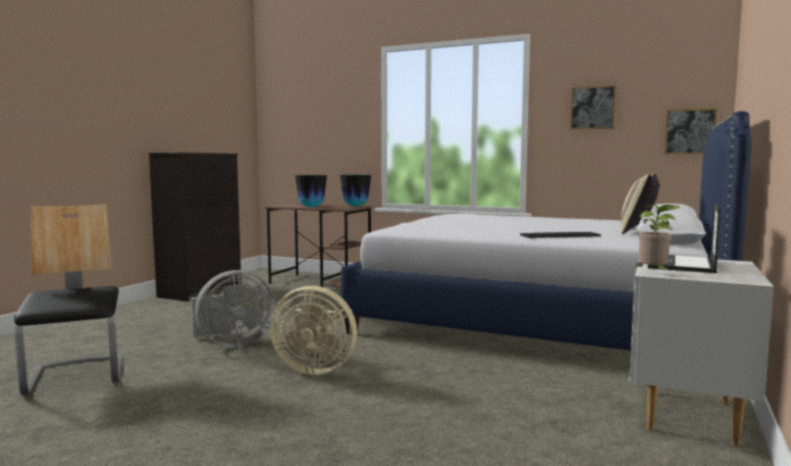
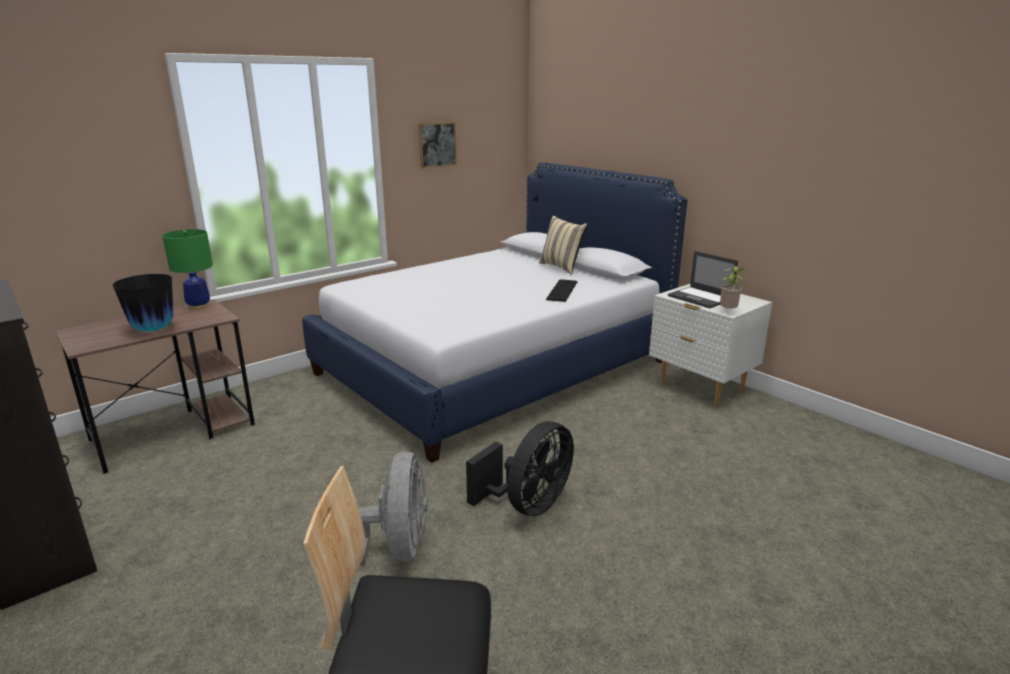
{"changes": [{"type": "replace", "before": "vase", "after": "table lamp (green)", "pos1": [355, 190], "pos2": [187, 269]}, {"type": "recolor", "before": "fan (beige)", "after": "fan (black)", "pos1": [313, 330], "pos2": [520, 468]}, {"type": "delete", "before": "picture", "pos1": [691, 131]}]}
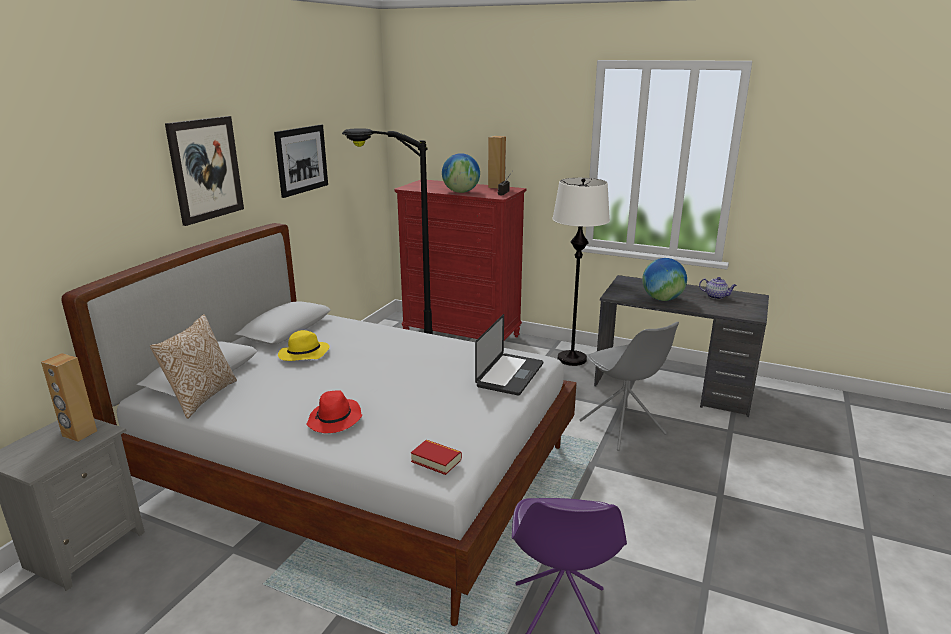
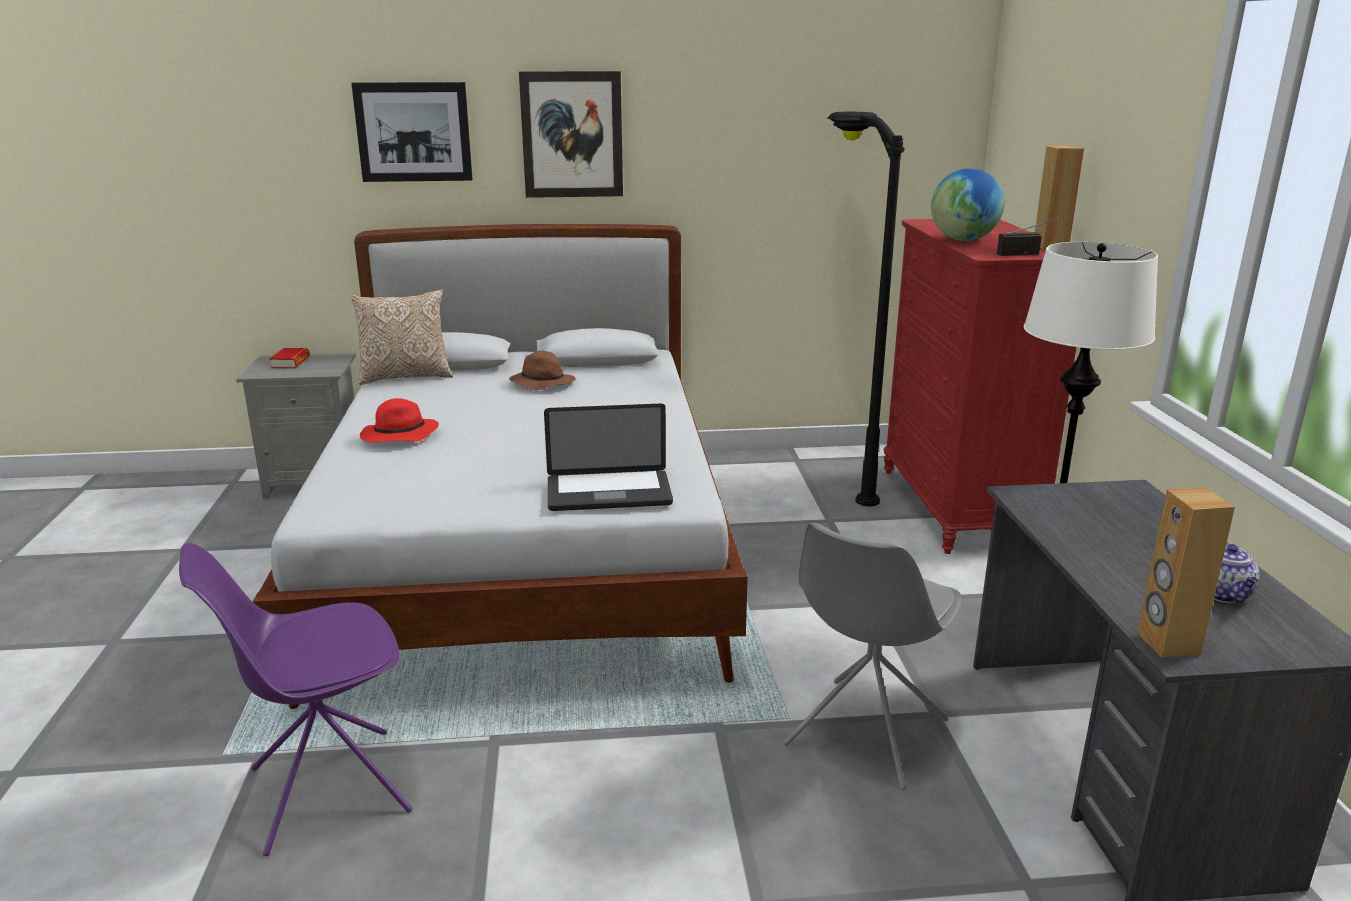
{"changes": [{"type": "move", "before": "book", "pos1": [436, 457], "pos2": [289, 358]}, {"type": "move", "before": "picture", "pos1": [301, 161], "pos2": [412, 132]}, {"type": "recolor", "before": "hat (yellow)", "after": "hat (brown)", "pos1": [304, 345], "pos2": [542, 370]}, {"type": "move", "before": "speaker (brown)", "pos1": [69, 397], "pos2": [1186, 573]}, {"type": "delete", "before": "globe", "pos1": [664, 279]}]}
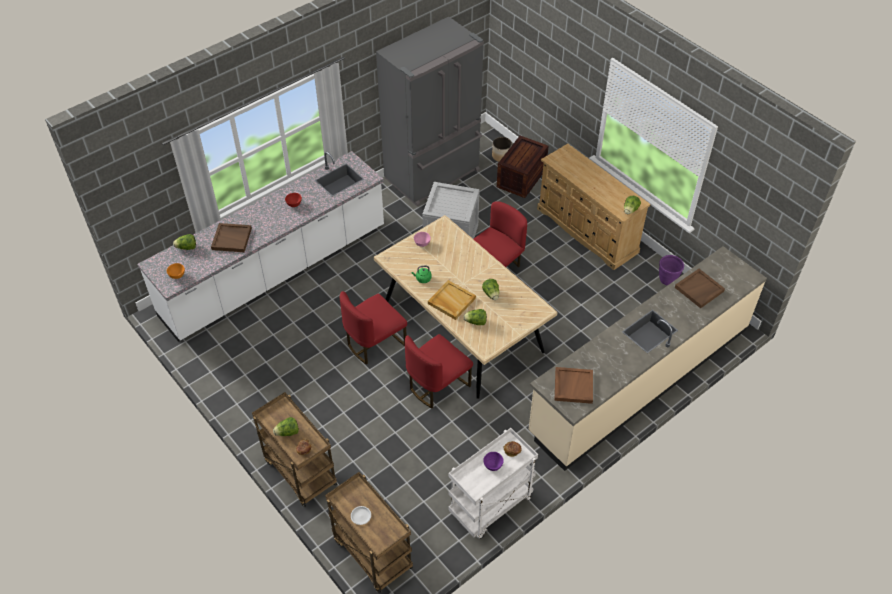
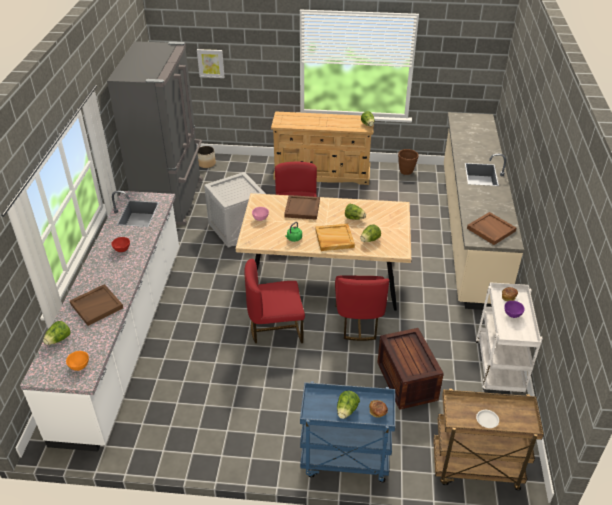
{"changes": [{"type": "insert", "after": "picture", "pos2": [210, 63]}, {"type": "rotate", "before": "chair (red)", "pos1": [373, 328], "pos2": [274, 301], "turn": 75}, {"type": "move", "before": "tray (brown)", "pos1": [700, 288], "pos2": [302, 207]}, {"type": "recolor", "before": "cart (brown)", "after": "cart (blue)", "pos1": [294, 449], "pos2": [347, 432]}, {"type": "move", "before": "crate", "pos1": [522, 167], "pos2": [410, 369]}, {"type": "recolor", "before": "planter (purple)", "after": "planter (brown)", "pos1": [671, 270], "pos2": [408, 162]}]}
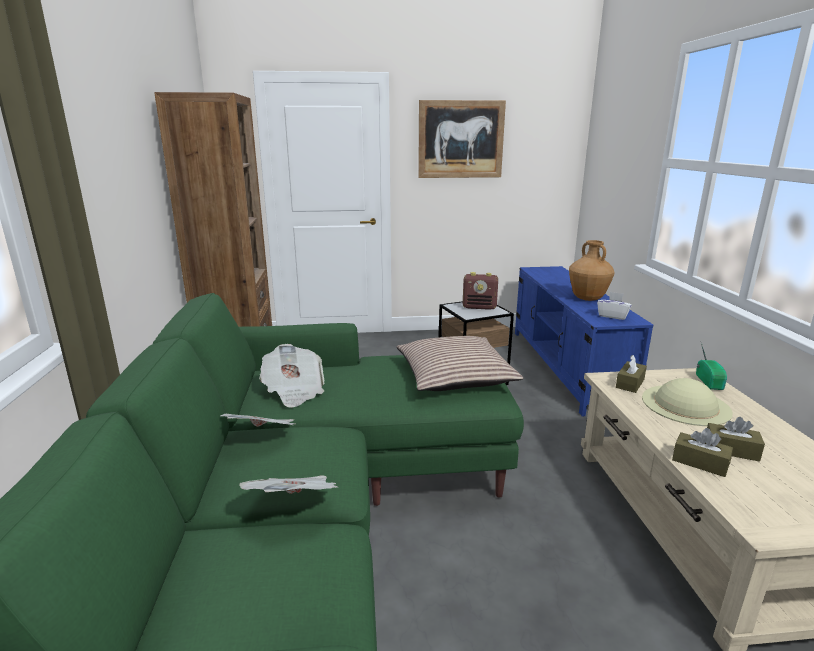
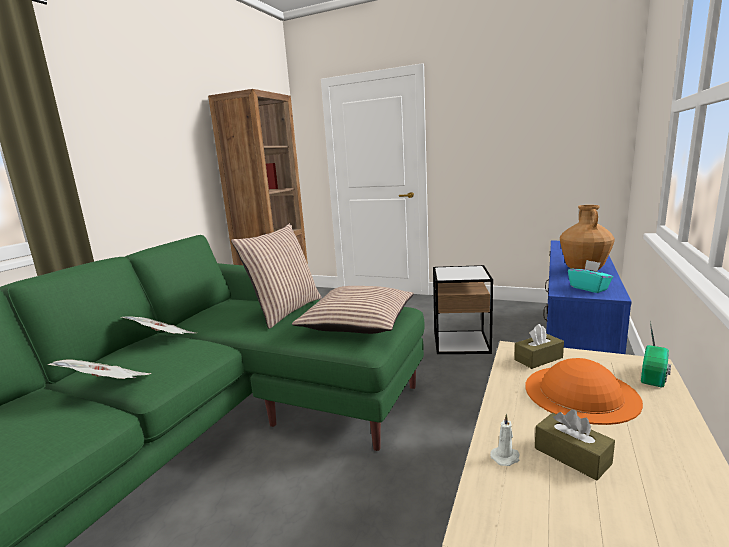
{"changes": [{"type": "insert", "after": "pillow", "pos2": [276, 276]}, {"type": "replace", "before": "tissue box (brown)", "after": "candle (white)", "pos1": [702, 452], "pos2": [505, 440]}, {"type": "recolor", "before": "hat (beige)", "after": "hat (orange)", "pos1": [687, 402], "pos2": [584, 391]}, {"type": "recolor", "before": "tissue box (white)", "after": "tissue box (turquoise)", "pos1": [614, 306], "pos2": [590, 276]}, {"type": "delete", "before": "newspaper", "pos1": [292, 376]}, {"type": "delete", "before": "picture", "pos1": [462, 139]}, {"type": "delete", "before": "radio", "pos1": [480, 291]}]}
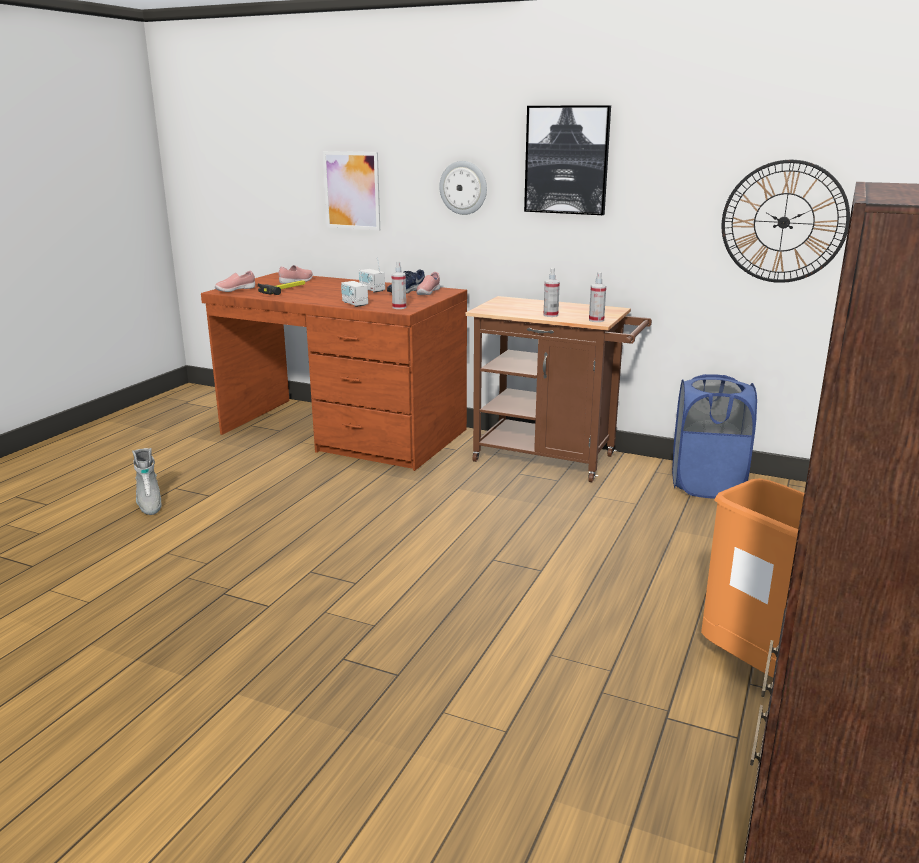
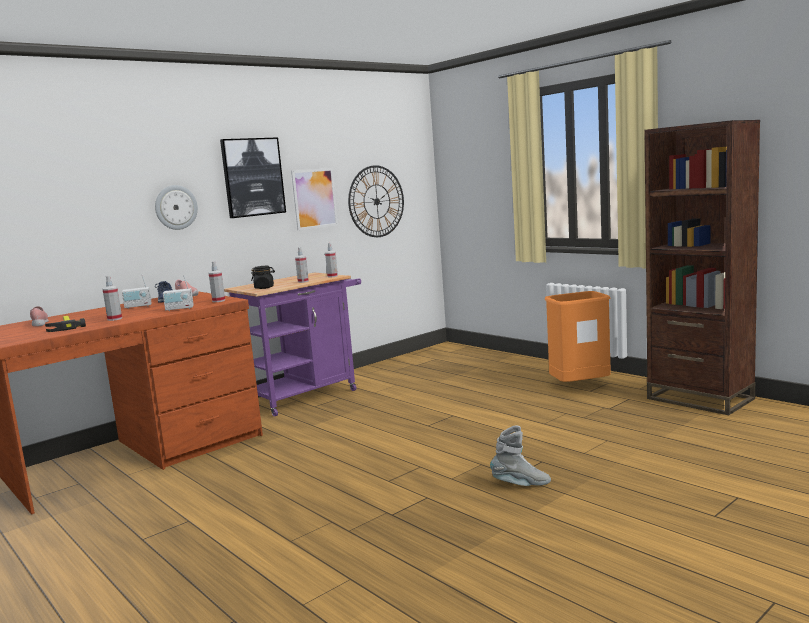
{"changes": [{"type": "insert", "after": "spray bottle", "pos2": [112, 298]}, {"type": "recolor", "before": "cart (brown)", "after": "cart (purple)", "pos1": [559, 389], "pos2": [292, 345]}, {"type": "insert", "after": "jar (black)", "pos2": [263, 277]}, {"type": "move", "before": "picture", "pos1": [351, 190], "pos2": [314, 199]}, {"type": "move", "before": "boot (grey)", "pos1": [146, 481], "pos2": [520, 456]}, {"type": "delete", "before": "shoe (pink)", "pos1": [235, 281]}, {"type": "delete", "before": "laundry basket (blue)", "pos1": [714, 436]}]}
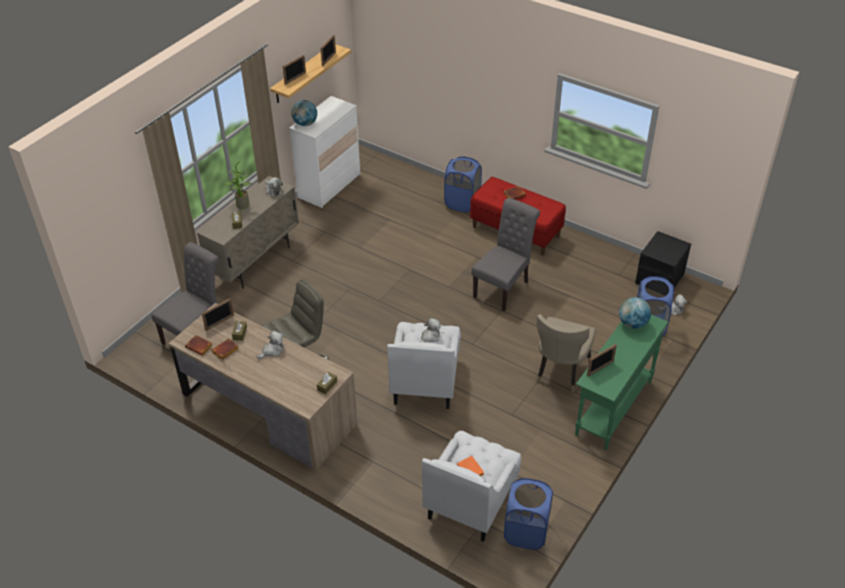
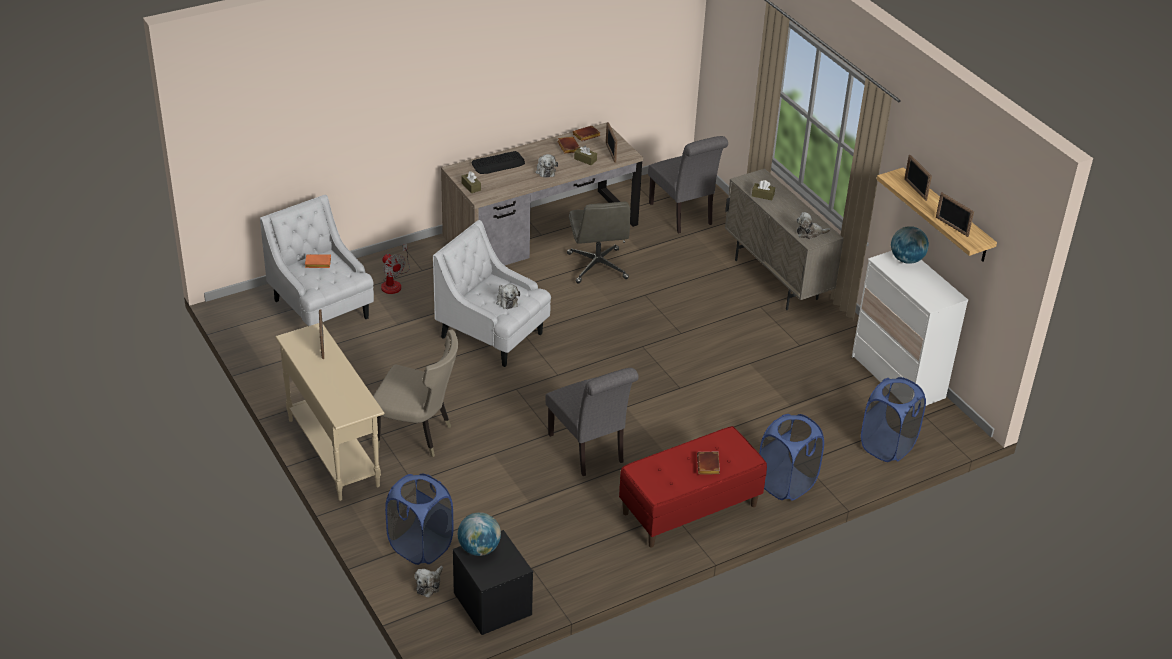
{"changes": [{"type": "recolor", "before": "console table (green)", "after": "console table (beige)", "pos1": [621, 382], "pos2": [330, 412]}, {"type": "rotate", "before": "chair (beige)", "pos1": [566, 353], "pos2": [415, 393], "turn": 150}, {"type": "insert", "after": "fan", "pos2": [395, 269]}, {"type": "move", "before": "globe", "pos1": [635, 313], "pos2": [479, 534]}, {"type": "insert", "after": "keyboard", "pos2": [498, 162]}, {"type": "move", "before": "laundry basket (blue)", "pos1": [528, 514], "pos2": [893, 419]}, {"type": "delete", "before": "potted plant", "pos1": [238, 185]}]}
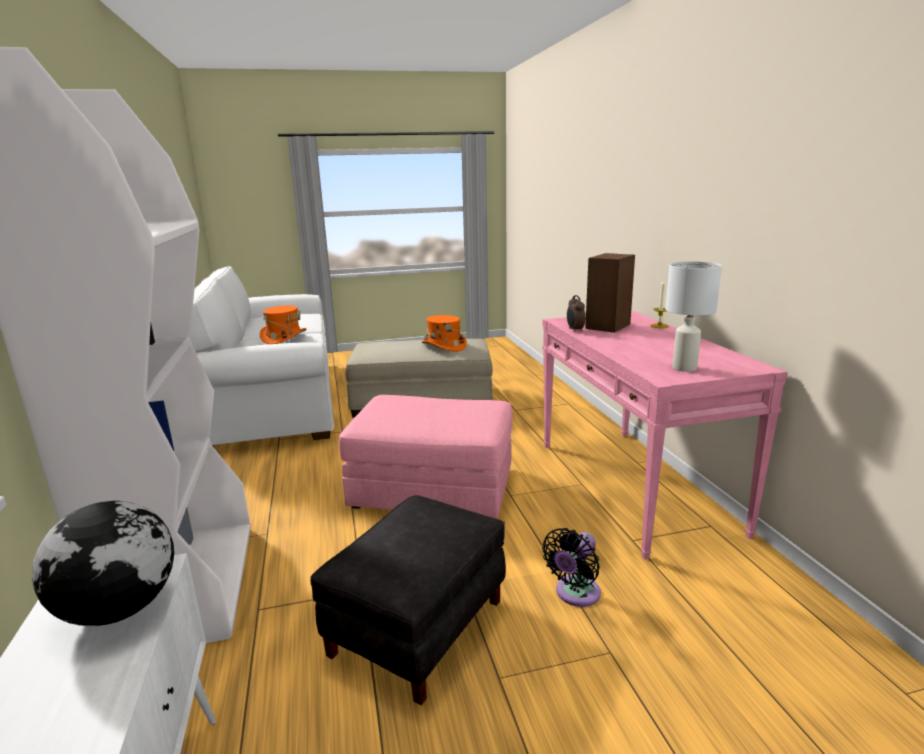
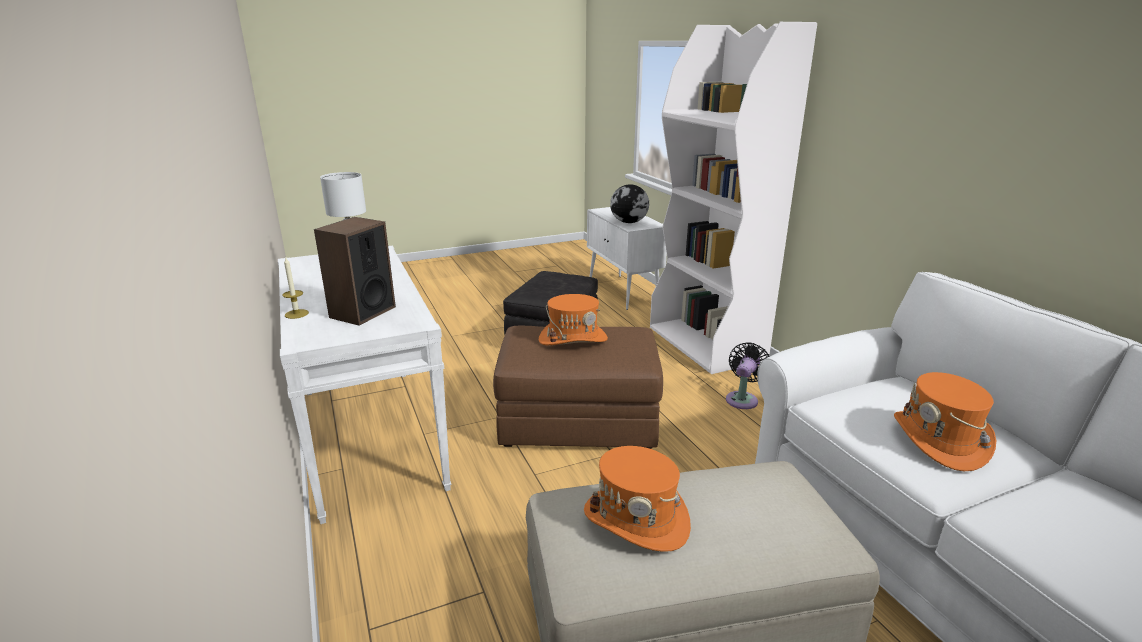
{"changes": [{"type": "recolor", "before": "console table (pink)", "after": "console table (white)", "pos1": [665, 435], "pos2": [364, 385]}, {"type": "recolor", "before": "ottoman (pink)", "after": "ottoman (brown)", "pos1": [426, 456], "pos2": [578, 387]}, {"type": "insert", "after": "hat (orange)", "pos2": [573, 319]}, {"type": "move", "before": "fan (black)", "pos1": [571, 567], "pos2": [748, 375]}, {"type": "delete", "before": "alarm clock", "pos1": [576, 313]}]}
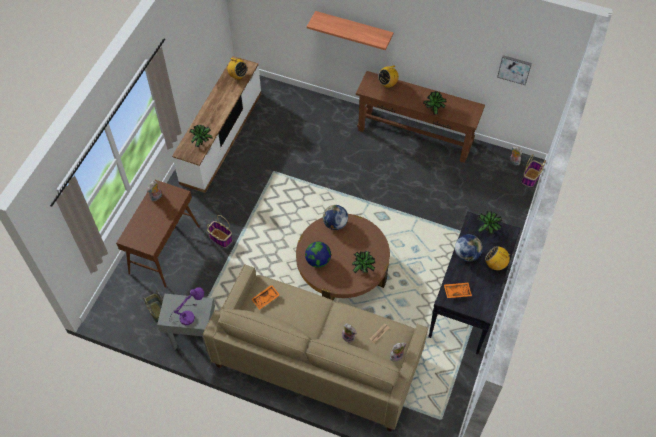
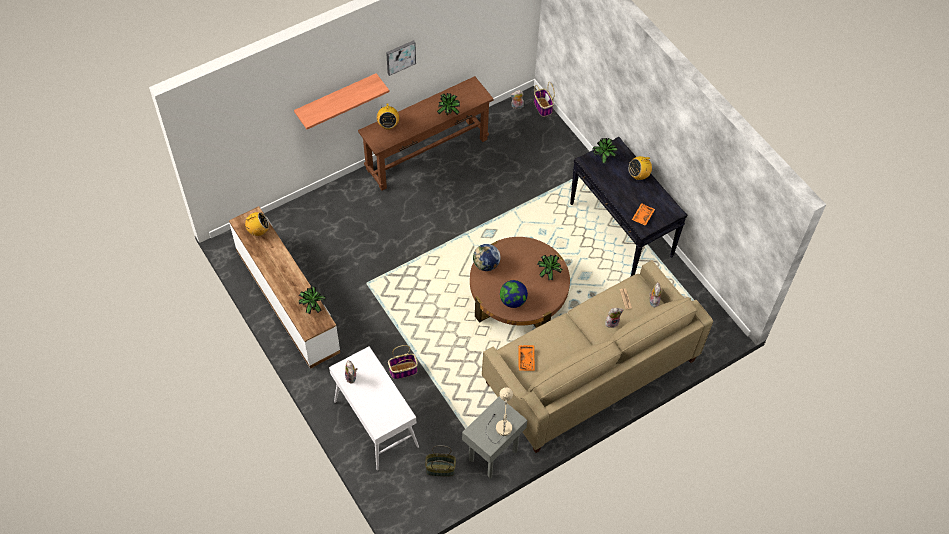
{"changes": [{"type": "recolor", "before": "console table (brown)", "after": "console table (white)", "pos1": [158, 234], "pos2": [374, 408]}, {"type": "move", "before": "picture", "pos1": [514, 70], "pos2": [401, 58]}, {"type": "recolor", "before": "table lamp (purple)", "after": "table lamp (beige)", "pos1": [186, 306], "pos2": [499, 415]}, {"type": "delete", "before": "globe", "pos1": [469, 248]}]}
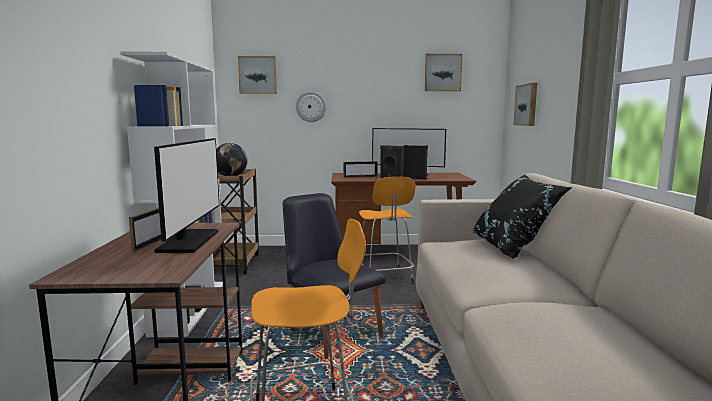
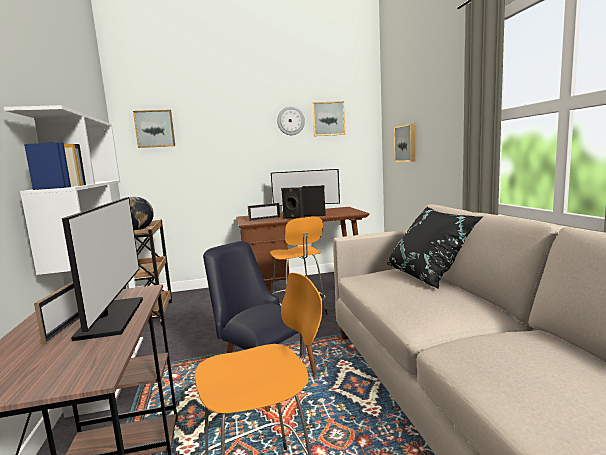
{"changes": [{"type": "move", "before": "wall clock", "pos1": [311, 106], "pos2": [291, 120]}]}
